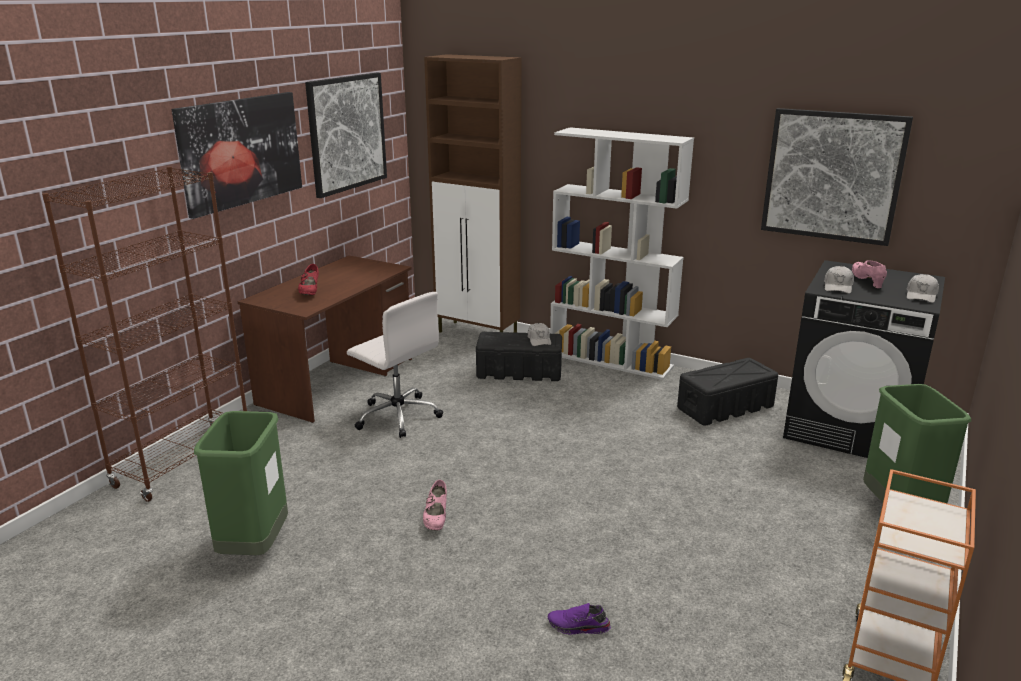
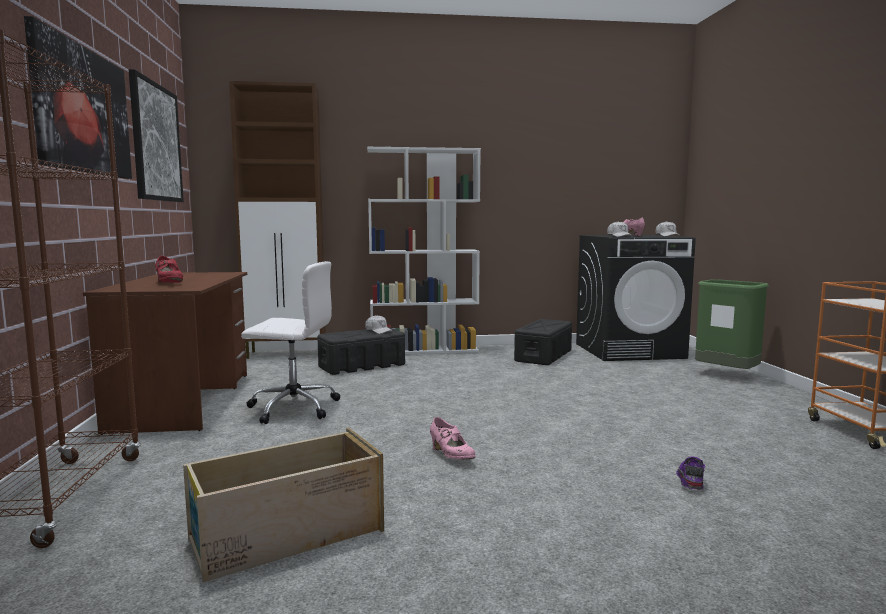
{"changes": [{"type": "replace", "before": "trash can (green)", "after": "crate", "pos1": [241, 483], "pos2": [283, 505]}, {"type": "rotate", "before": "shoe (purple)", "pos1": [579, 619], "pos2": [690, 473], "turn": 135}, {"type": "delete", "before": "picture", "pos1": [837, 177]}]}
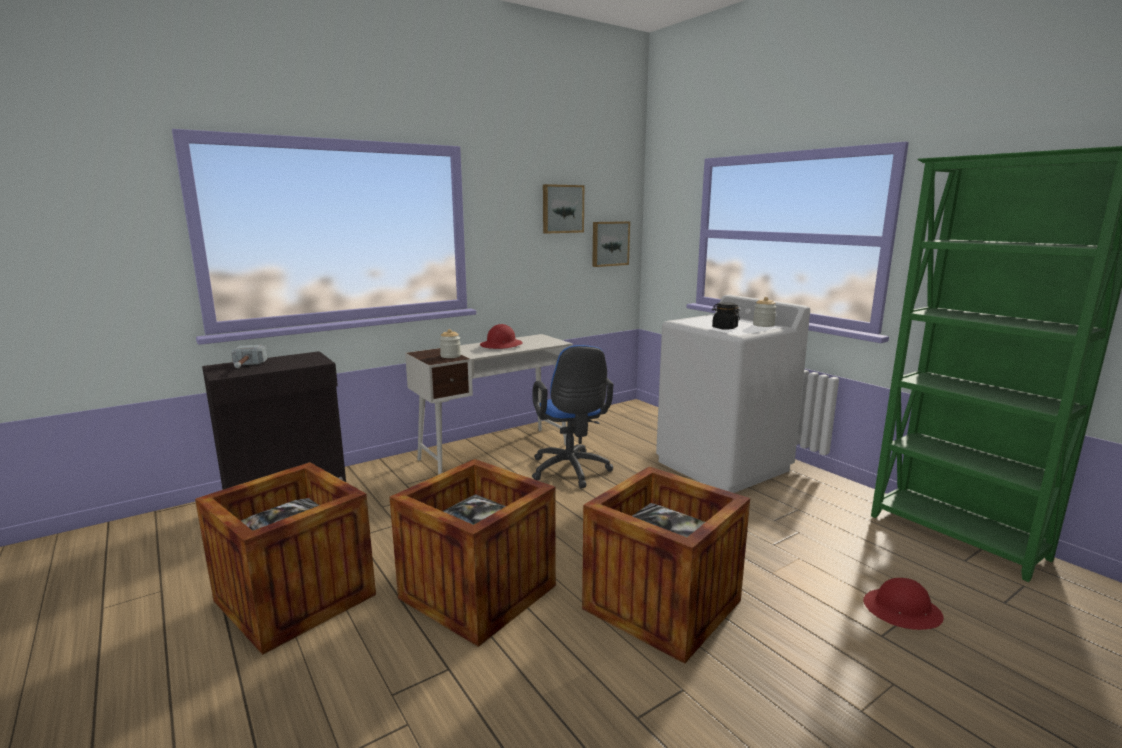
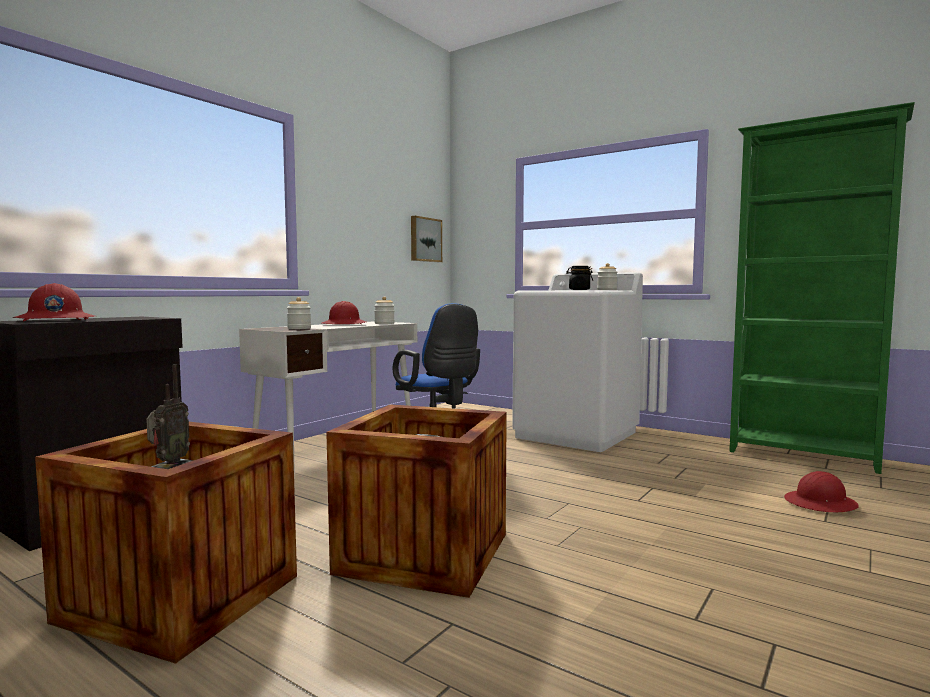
{"changes": [{"type": "replace", "before": "hammer", "after": "hard hat (red)", "pos1": [249, 356], "pos2": [53, 302]}, {"type": "insert", "after": "radio", "pos2": [168, 413]}, {"type": "insert", "after": "jar", "pos2": [384, 310]}, {"type": "delete", "before": "picture", "pos1": [563, 209]}, {"type": "delete", "before": "crate", "pos1": [666, 565]}]}
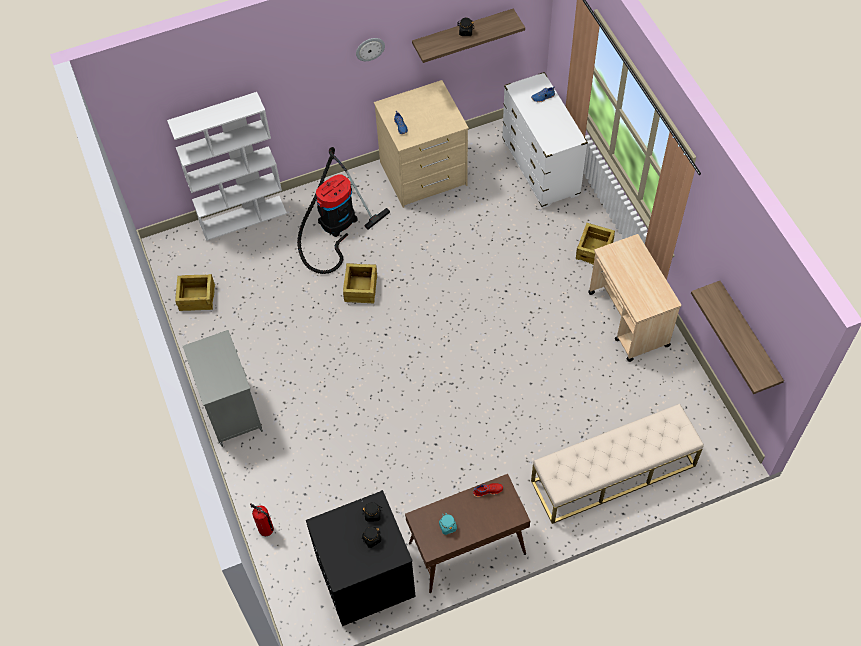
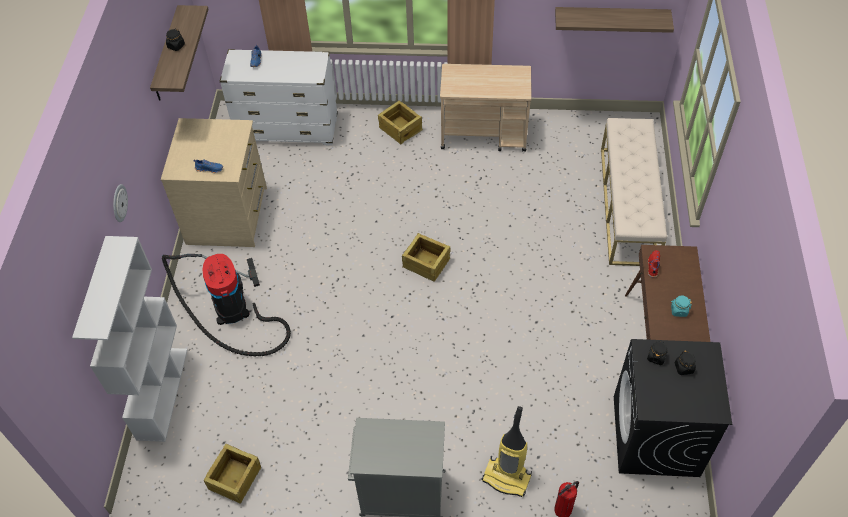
{"changes": [{"type": "move", "before": "wall clock", "pos1": [370, 49], "pos2": [120, 203]}, {"type": "move", "before": "crate", "pos1": [360, 283], "pos2": [426, 257]}, {"type": "insert", "after": "vacuum cleaner", "pos2": [506, 451]}]}
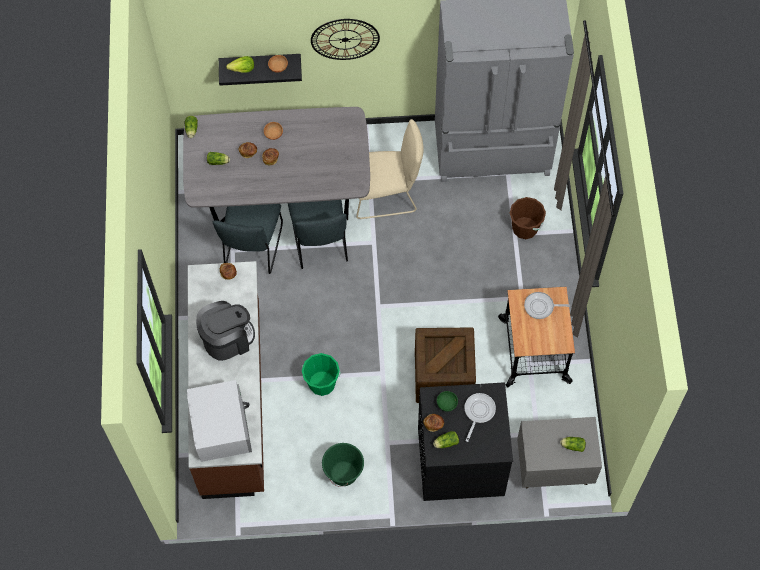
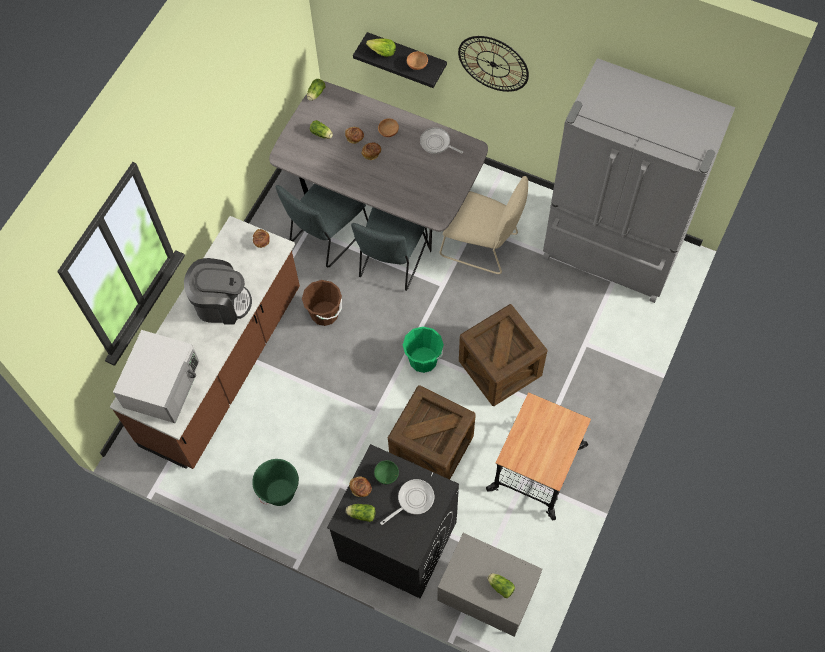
{"changes": [{"type": "move", "before": "bucket (brown)", "pos1": [528, 218], "pos2": [322, 303]}, {"type": "move", "before": "bucket (green)", "pos1": [321, 374], "pos2": [423, 350]}, {"type": "move", "before": "frying pan", "pos1": [547, 305], "pos2": [441, 140]}, {"type": "insert", "after": "crate", "pos2": [503, 355]}]}
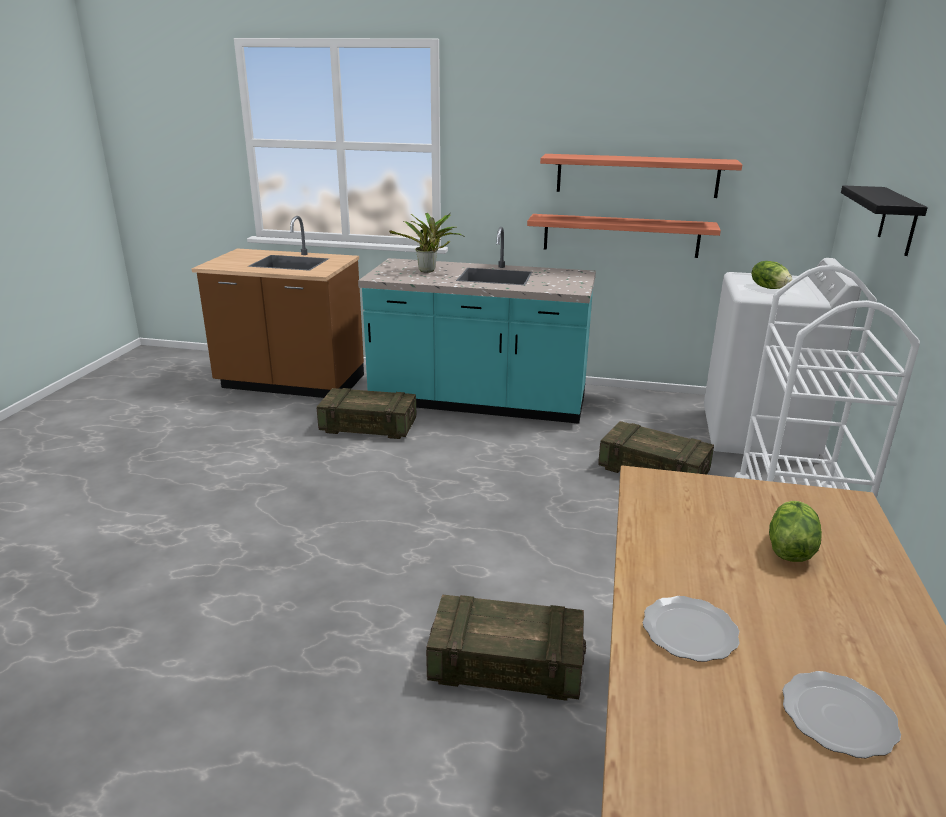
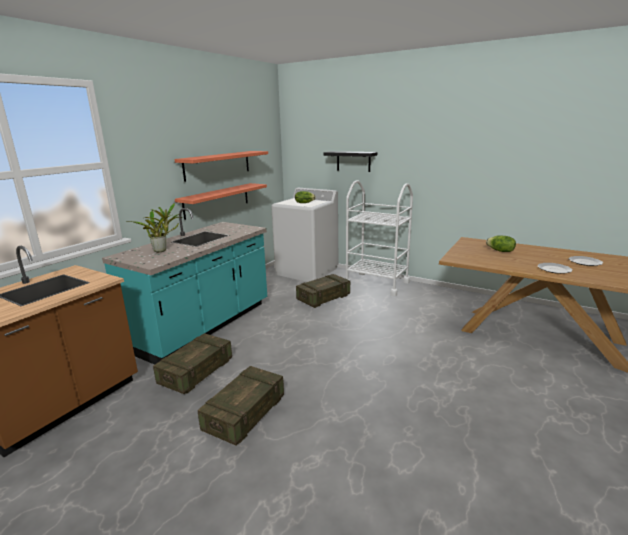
{"changes": [{"type": "move", "before": "crate", "pos1": [506, 647], "pos2": [241, 405]}]}
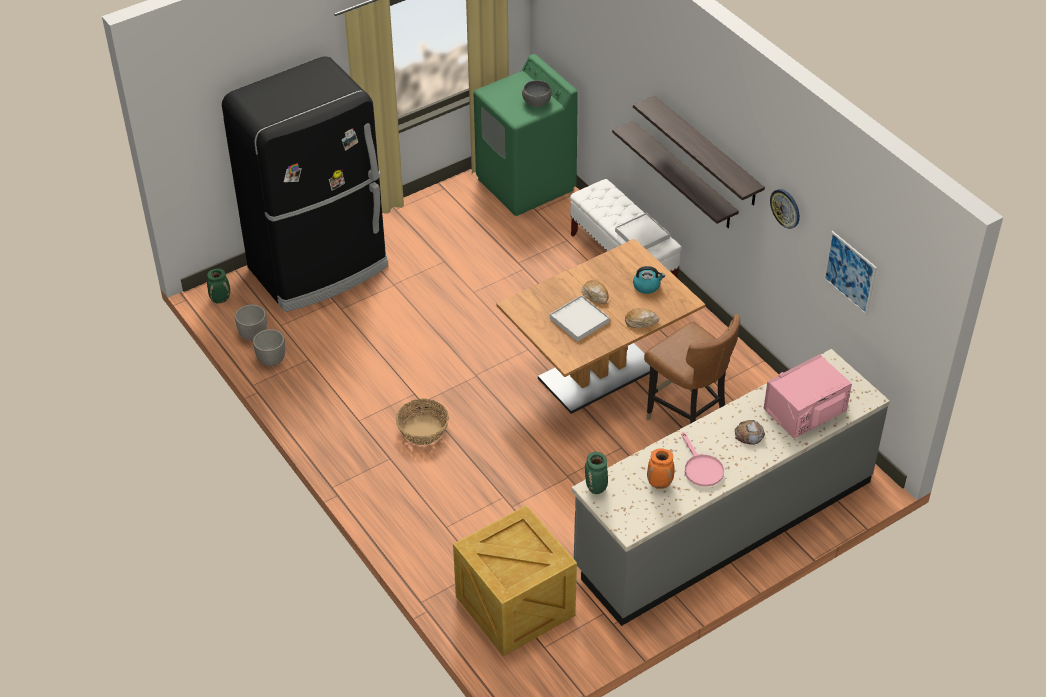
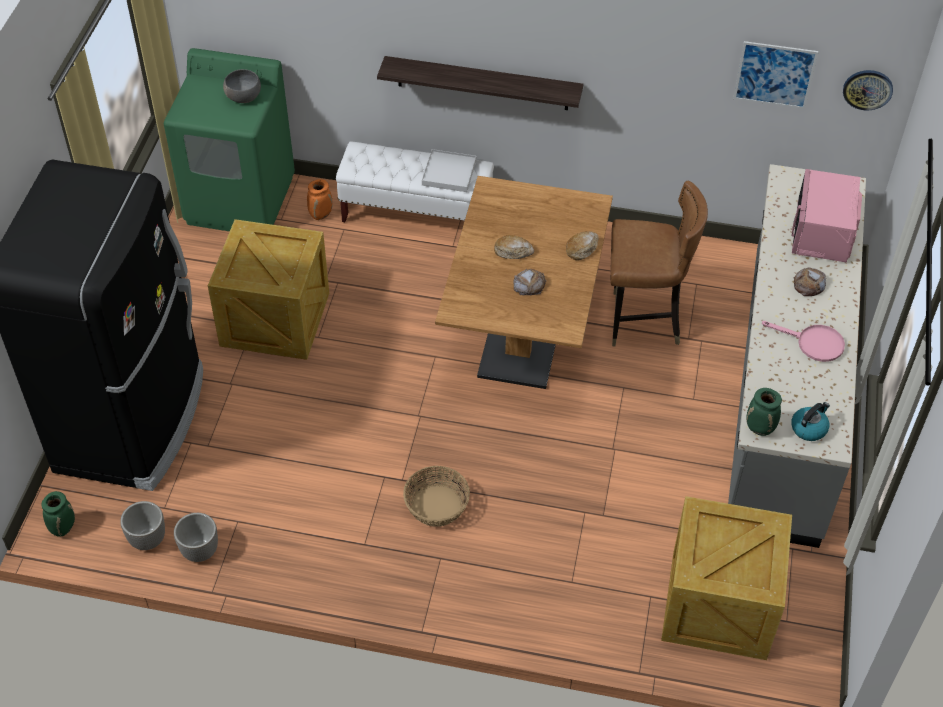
{"changes": [{"type": "insert", "after": "crate", "pos2": [268, 289]}, {"type": "move", "before": "vase (orange)", "pos1": [661, 468], "pos2": [320, 199]}, {"type": "replace", "before": "tray (white)", "after": "bread", "pos1": [580, 318], "pos2": [530, 282]}, {"type": "move", "before": "kettle", "pos1": [649, 280], "pos2": [810, 421]}, {"type": "move", "before": "wall clock", "pos1": [785, 209], "pos2": [868, 90]}, {"type": "delete", "before": "shelf", "pos1": [699, 150]}]}
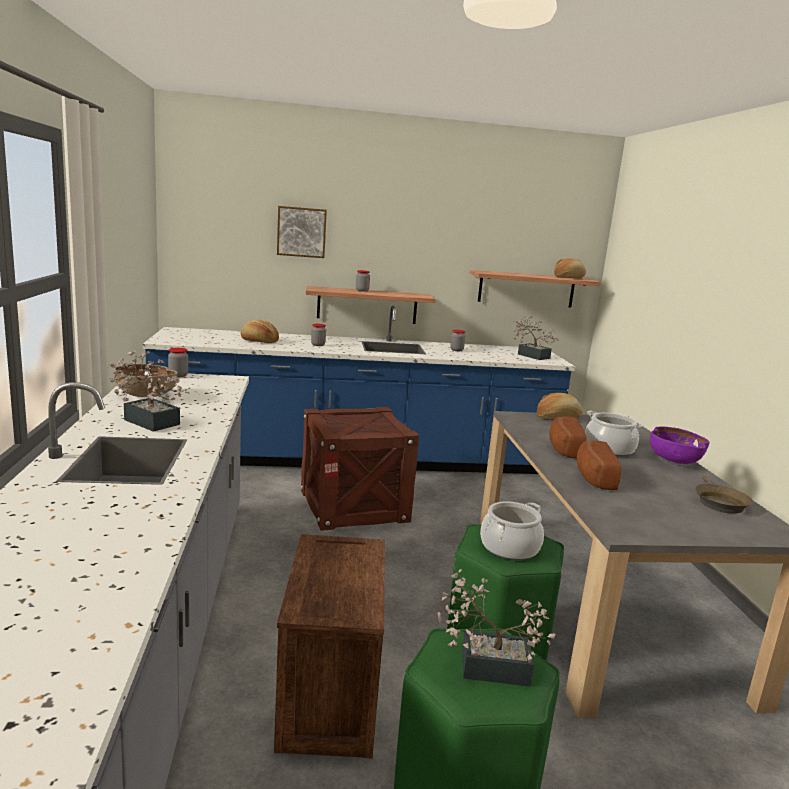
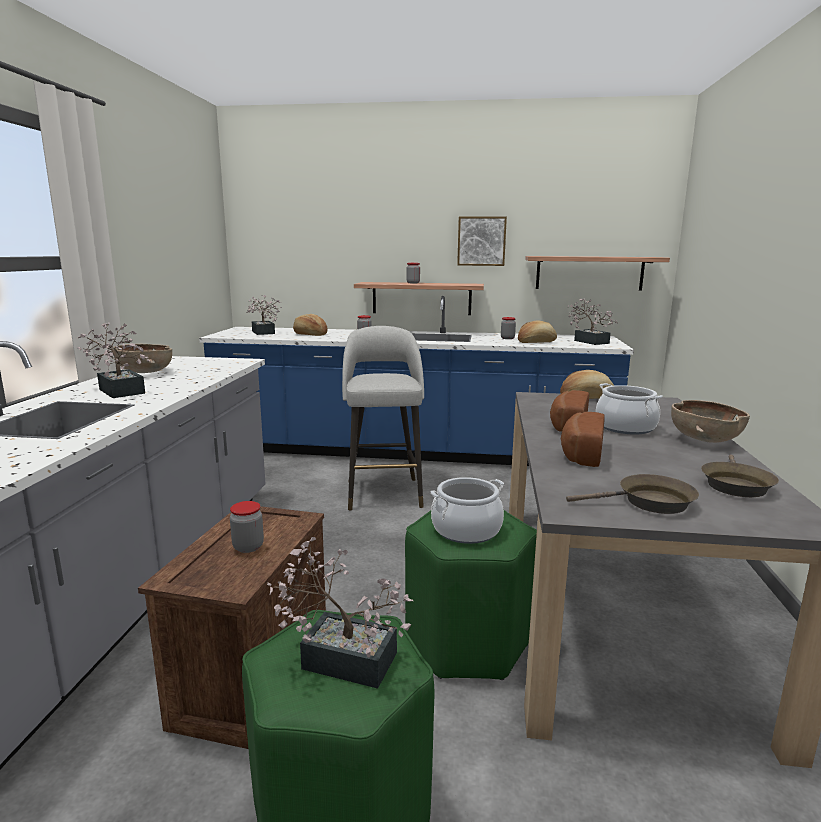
{"changes": [{"type": "move", "before": "jar", "pos1": [178, 363], "pos2": [247, 527]}, {"type": "insert", "after": "potted plant", "pos2": [264, 315]}, {"type": "replace", "before": "crate", "after": "stool (grey)", "pos1": [360, 469], "pos2": [383, 418]}, {"type": "move", "before": "picture", "pos1": [302, 232], "pos2": [482, 241]}, {"type": "move", "before": "bread", "pos1": [570, 268], "pos2": [537, 332]}, {"type": "insert", "after": "frying pan (brown)", "pos2": [632, 494]}, {"type": "recolor", "before": "bowl (purple)", "after": "bowl (brown)", "pos1": [680, 445], "pos2": [710, 421]}]}
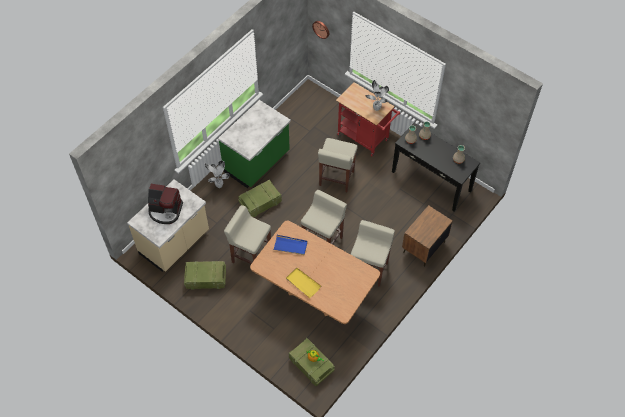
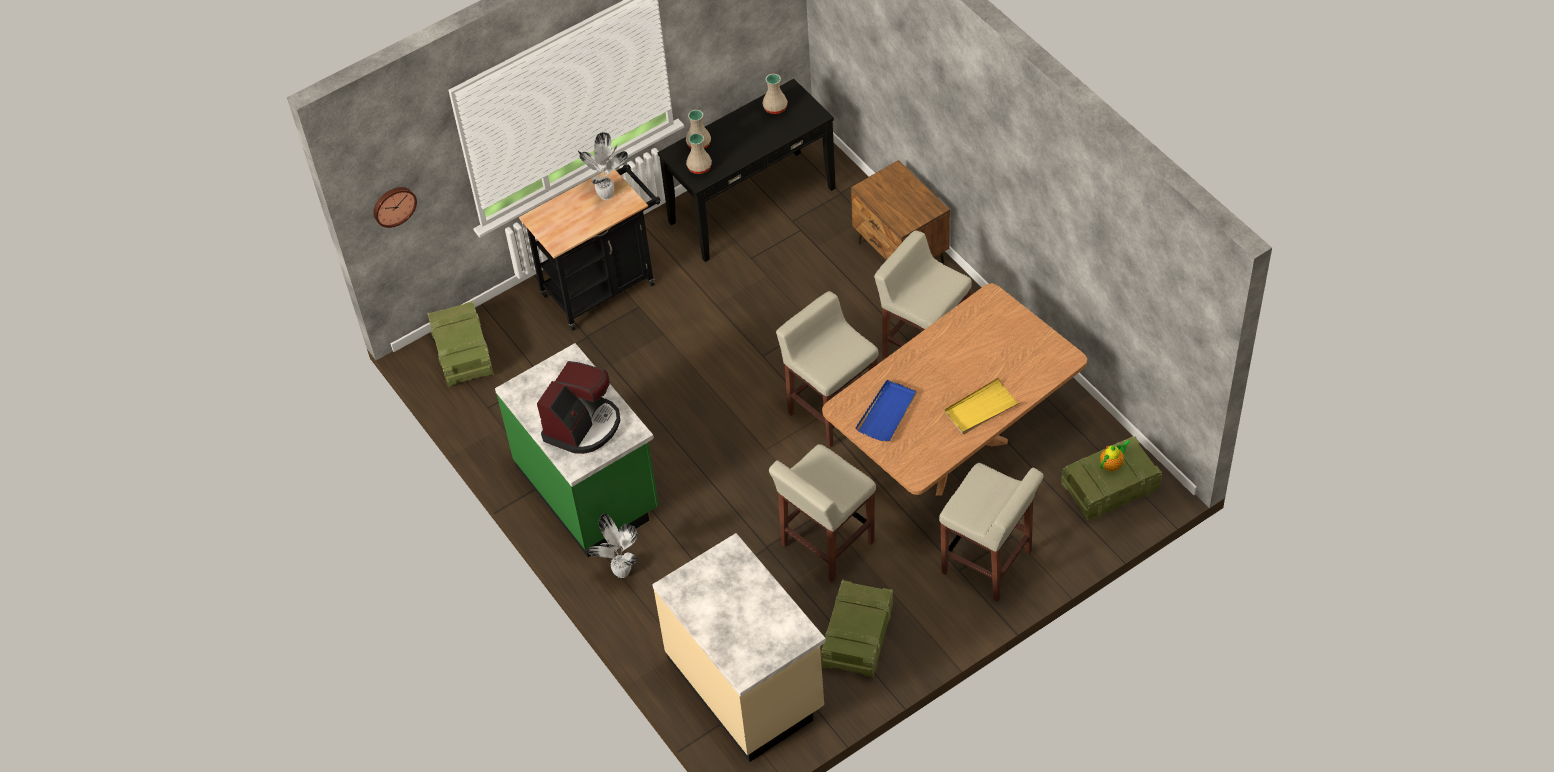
{"changes": [{"type": "move", "before": "crate", "pos1": [260, 198], "pos2": [461, 344]}, {"type": "recolor", "before": "cart (red)", "after": "cart (black)", "pos1": [368, 119], "pos2": [589, 248]}, {"type": "move", "before": "coffee machine", "pos1": [165, 204], "pos2": [578, 407]}, {"type": "move", "before": "stool (beige)", "pos1": [337, 165], "pos2": [991, 532]}]}
